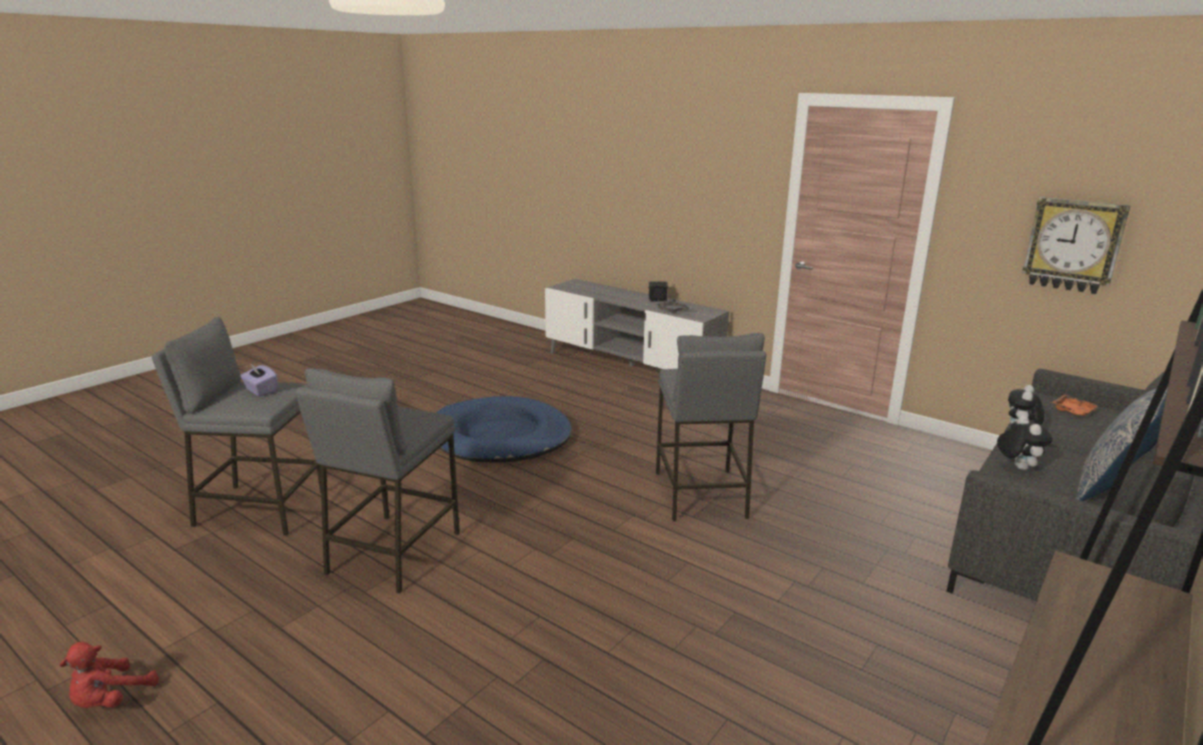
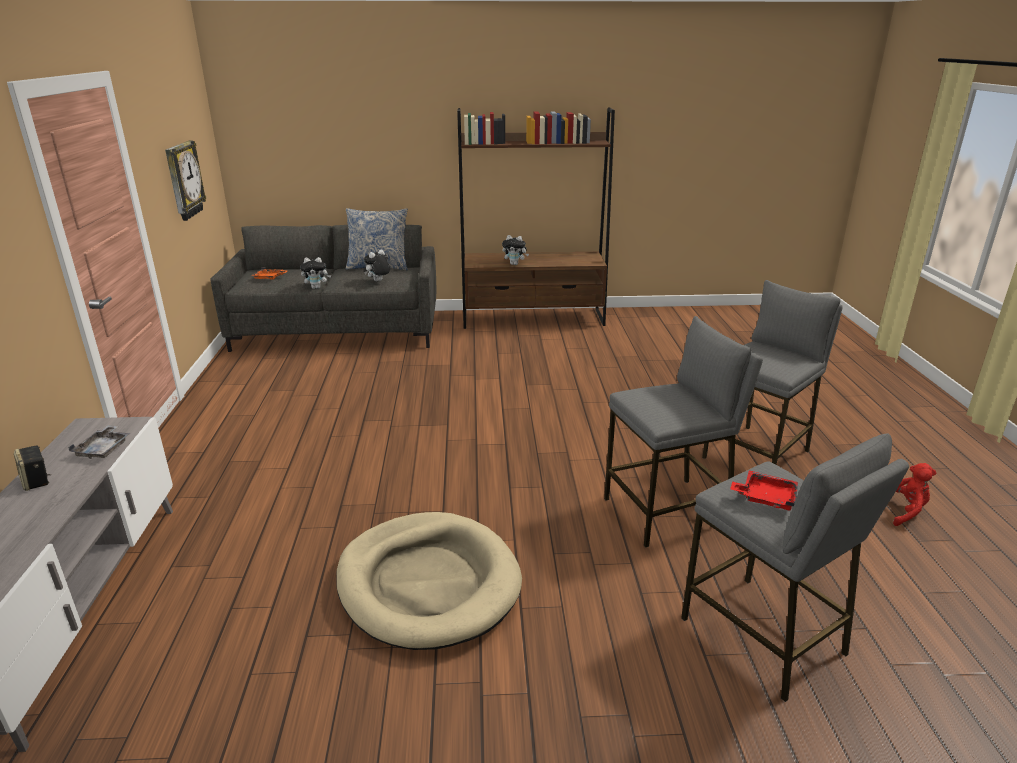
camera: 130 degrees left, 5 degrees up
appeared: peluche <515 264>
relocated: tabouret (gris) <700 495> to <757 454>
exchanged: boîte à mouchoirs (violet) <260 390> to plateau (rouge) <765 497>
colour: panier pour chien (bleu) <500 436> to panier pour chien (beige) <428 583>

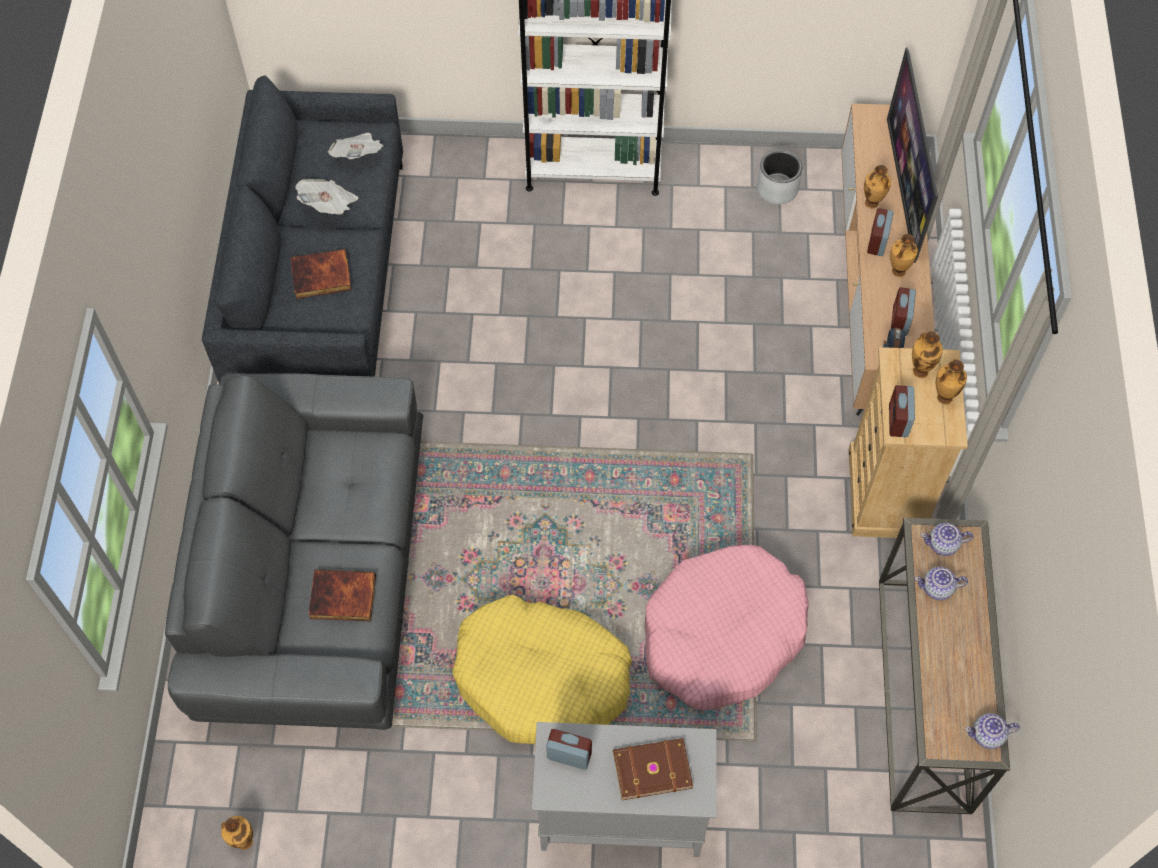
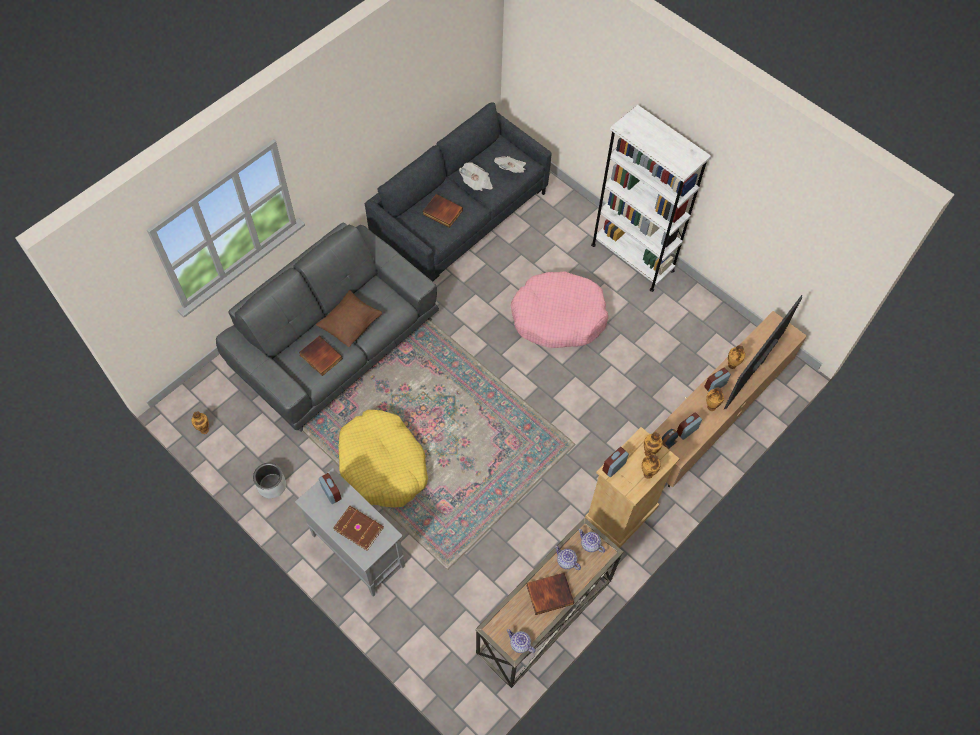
camera: 40 degrees right, 0 degrees up
appeared: coussin (marron) <351 325>; livre <549 593>
relocated: cache-pot (gris) <777 188> to <272 485>; panier pour chien (rose) <722 635> to <558 317>

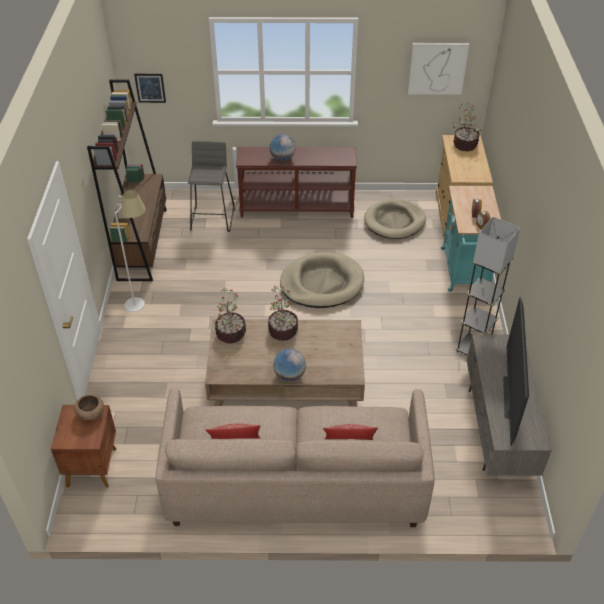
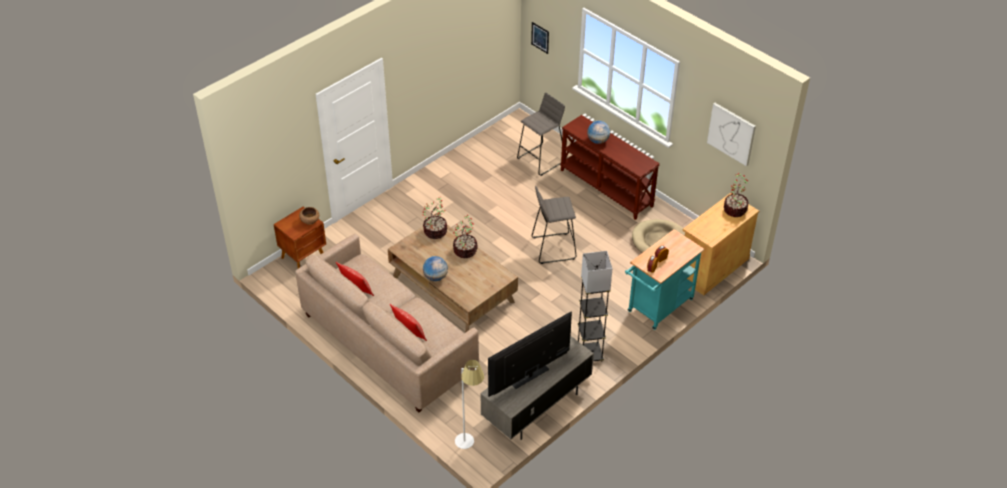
camera: 45 degrees right, 0 degrees up
missing: bibliothèque (marron) <143 243>
relocated: lampadaire (blanc) <143 304> to <470 446>
exchanged: panier pour chien (beige) <322 283> to tabouret (gris) <553 248>

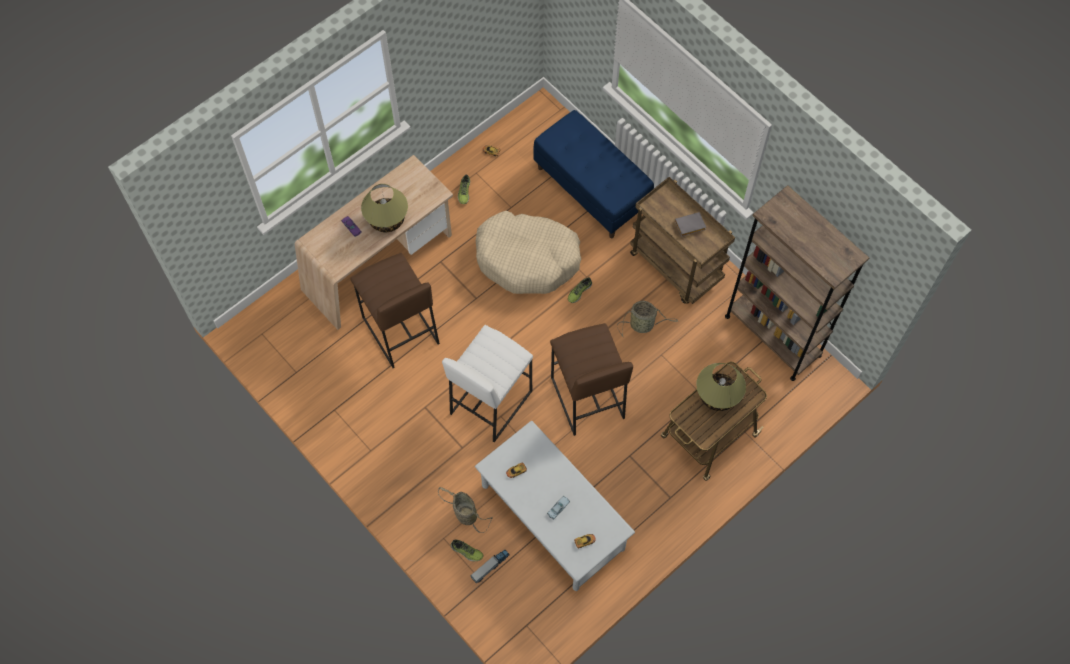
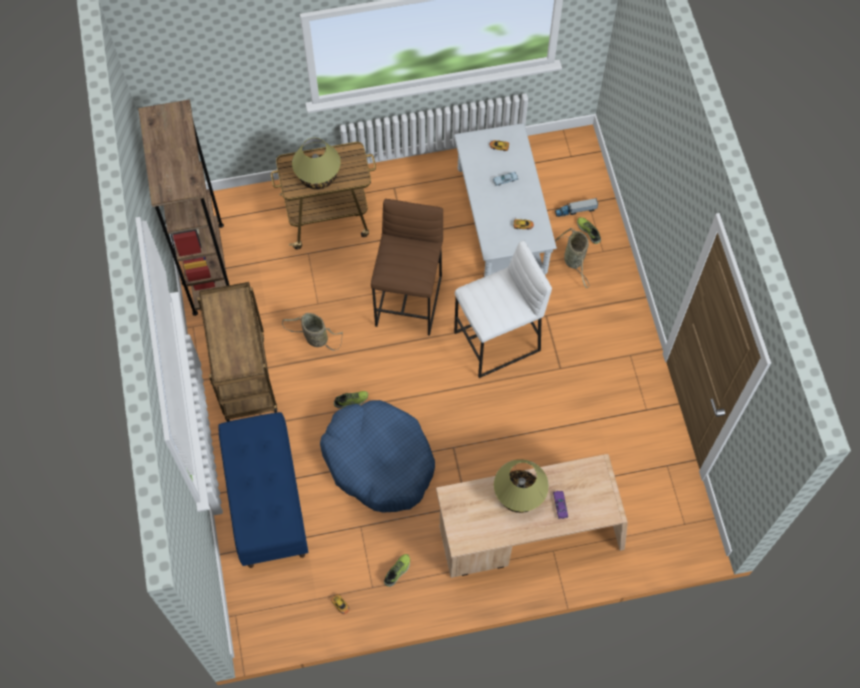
camera: 150 degrees left, 0 degrees up
missing: livre (gris) <689 226>; tabouret (marron) <399 330>
colour: panier pour chien (beige) <527 259> to panier pour chien (bleu) <379 461>

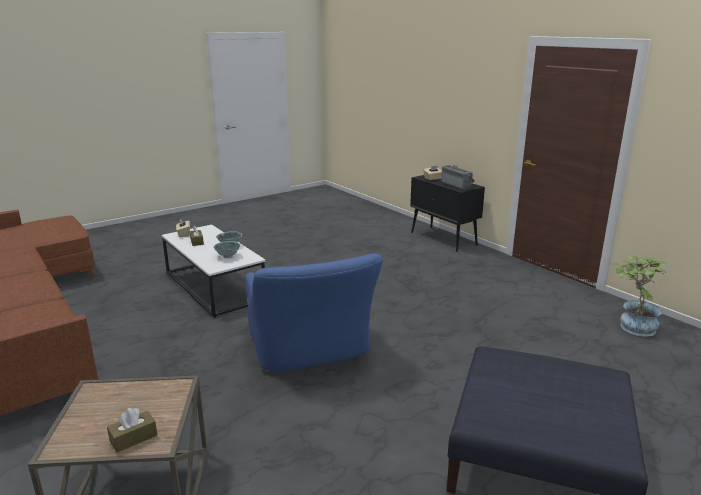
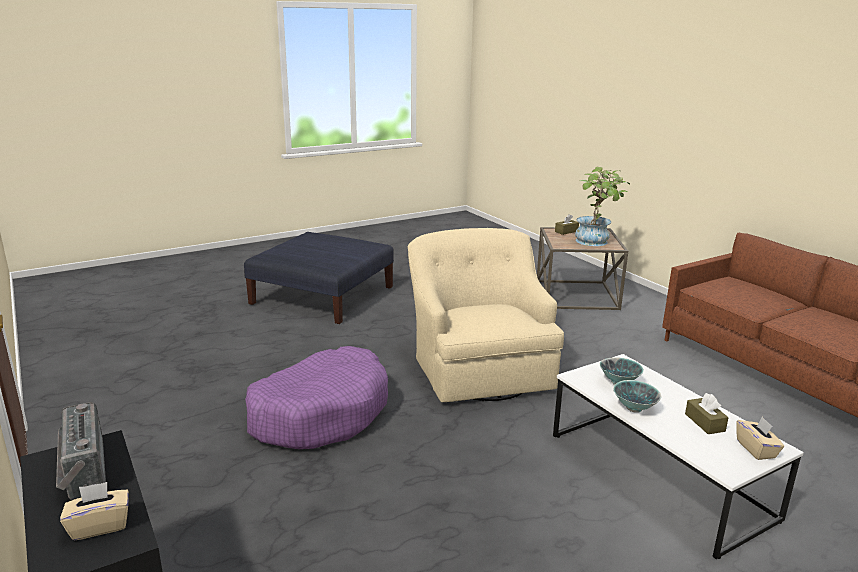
camera: 175 degrees left, 0 degrees up
appeared: panier pour chien (violet) <320 413>
relocated: plante en pot <632 326> to <596 242>
colour: fauteuil (bleu) <310 349> to fauteuil (beige) <480 368>

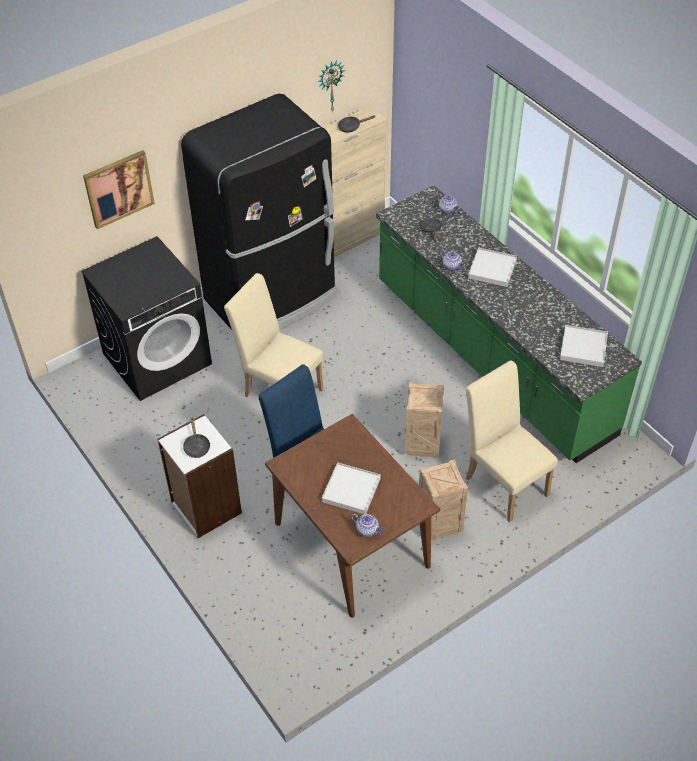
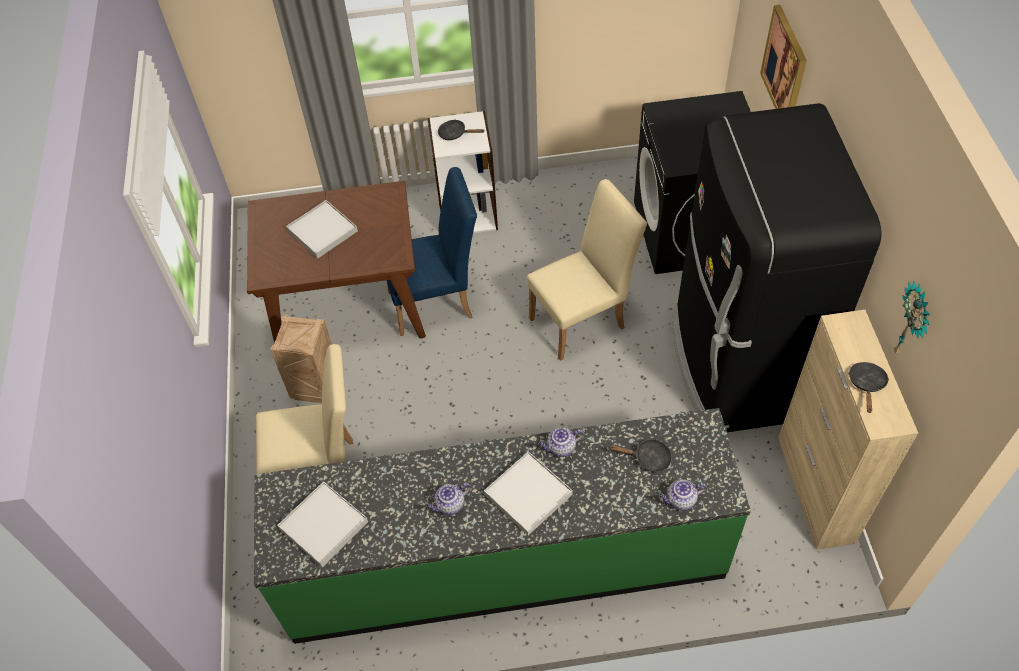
camera: 120 degrees right, 5 degrees up
missing: caisse <423 446>
relocated: théière <368 530> to <449 505>

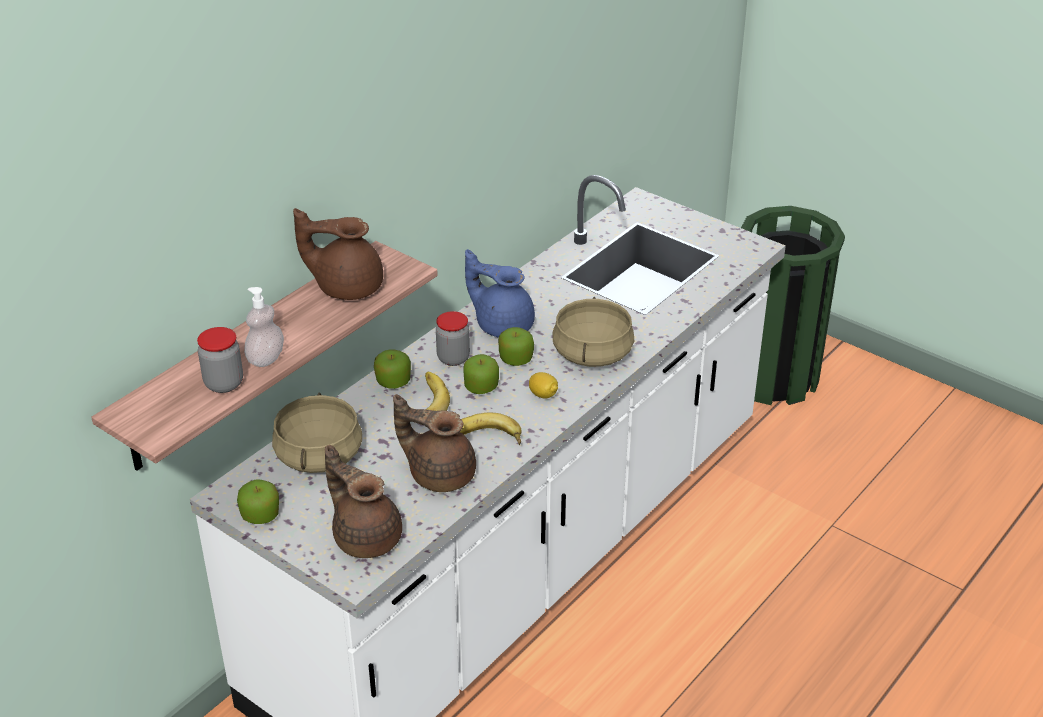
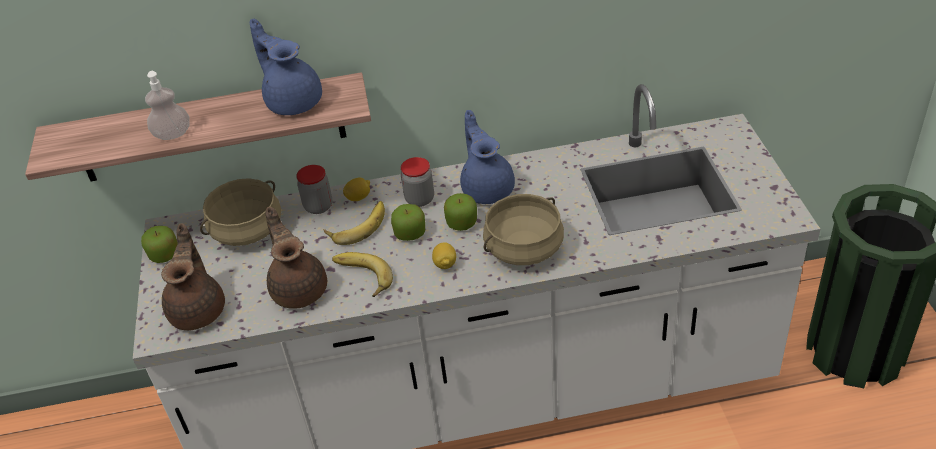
camera: 45 degrees right, 5 degrees up
relocated: bocal <224 383> to <318 206>
exchanged: pomme <393 381> to citron <358 197>
colour: théière (marron) <346 286> to théière (bleu) <293 101>

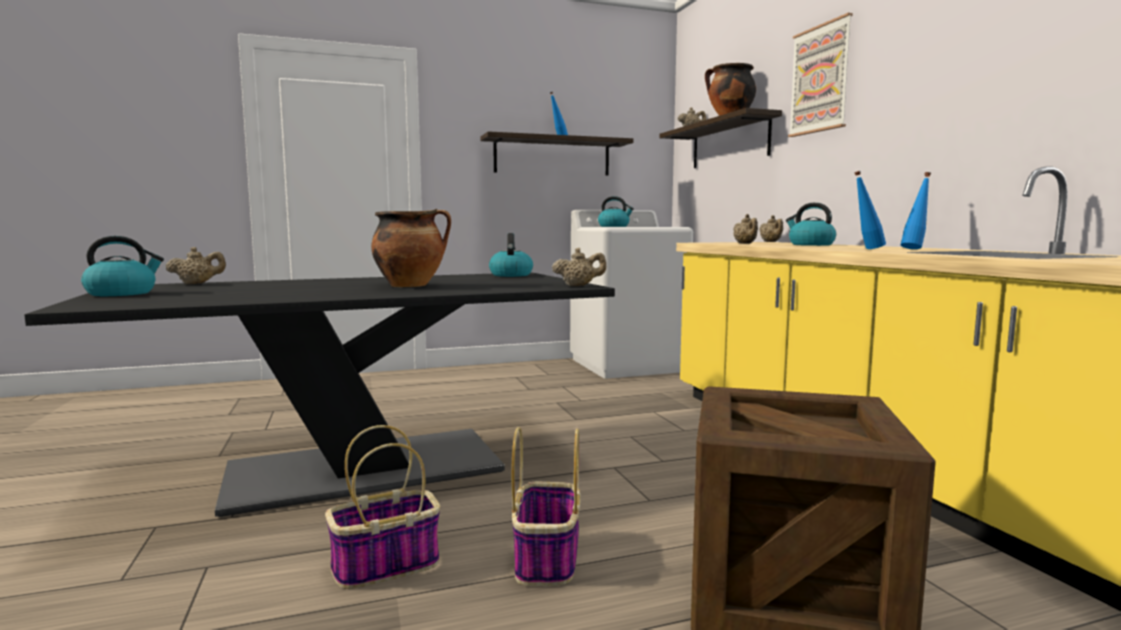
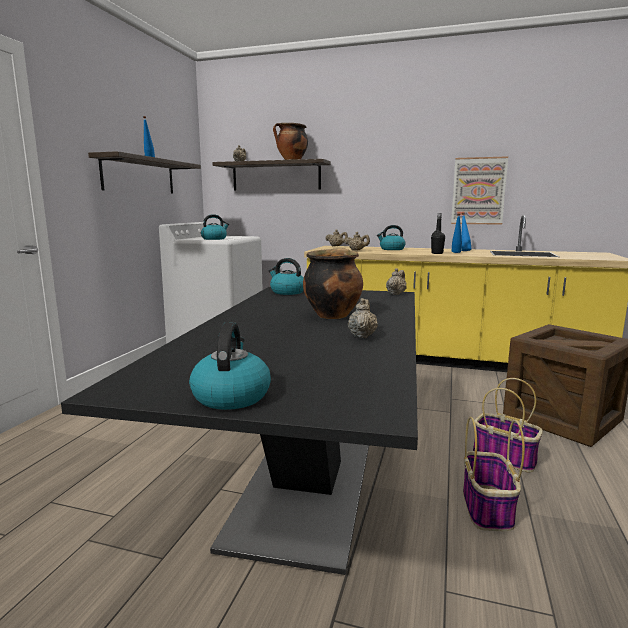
camera: 55 degrees left, 5 degrees up
appeared: bouteille (noir) <437 253>
relocated: tableau <820 79> to <478 191>; théière (beige) <197 284> to <362 336>

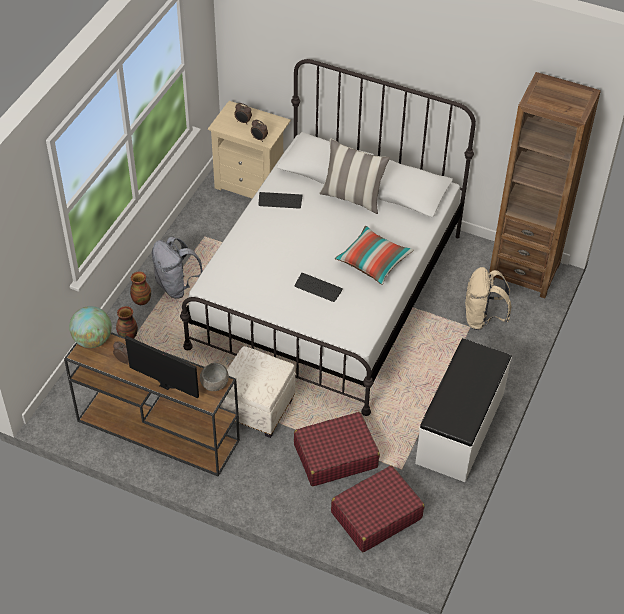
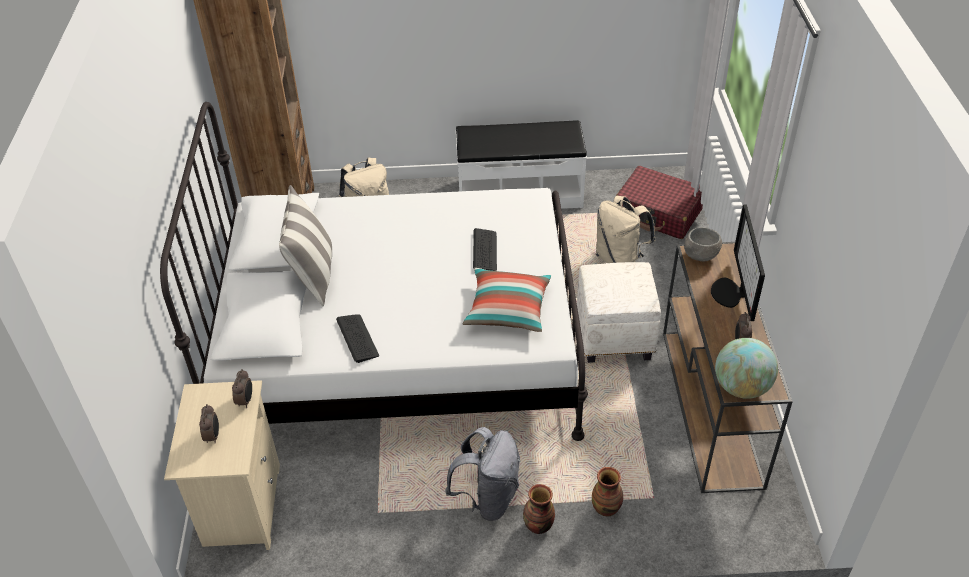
camera: 115 degrees left, 5 degrees down
relocated: coussin <373 262> to <507 309>
exchanged: valise (rouge) <335 456> to sac à dos (beige) <620 259>

